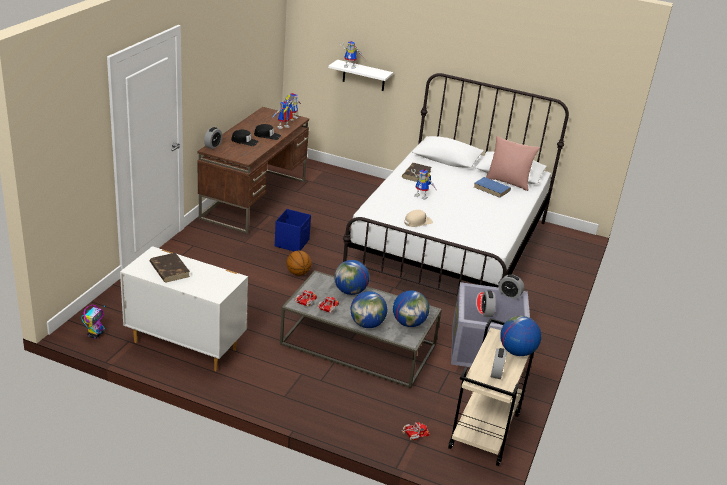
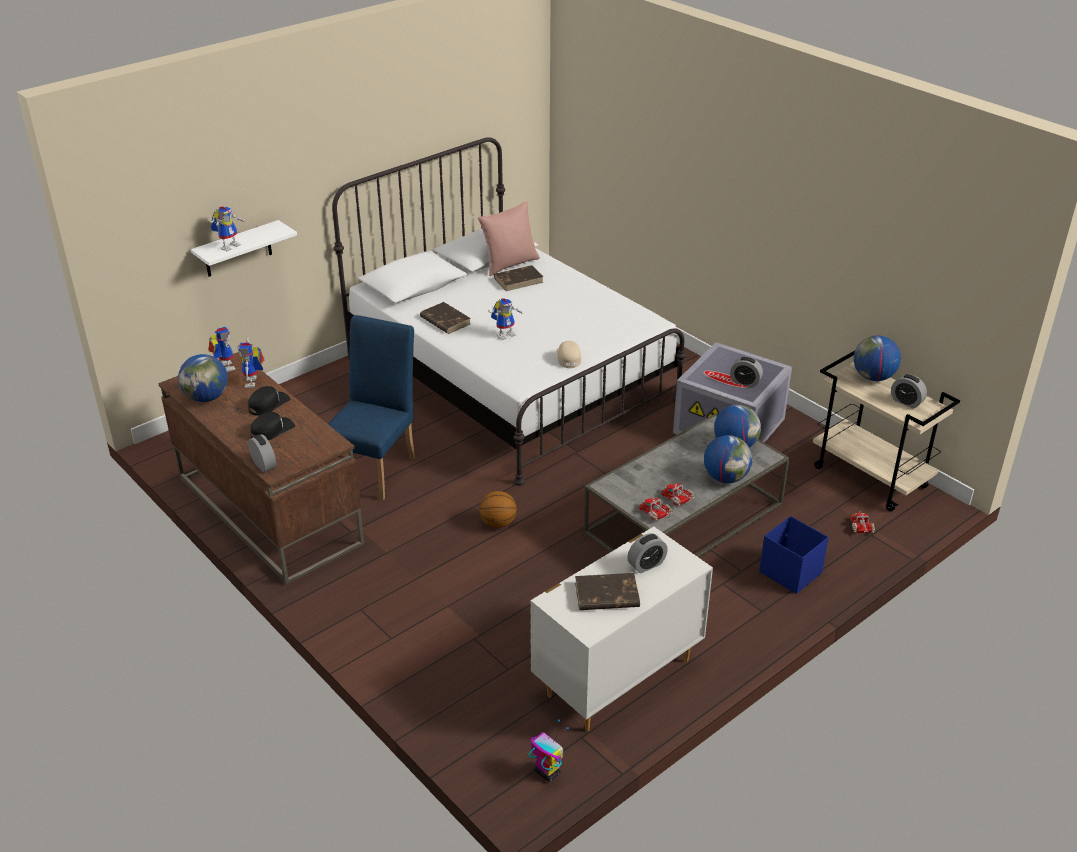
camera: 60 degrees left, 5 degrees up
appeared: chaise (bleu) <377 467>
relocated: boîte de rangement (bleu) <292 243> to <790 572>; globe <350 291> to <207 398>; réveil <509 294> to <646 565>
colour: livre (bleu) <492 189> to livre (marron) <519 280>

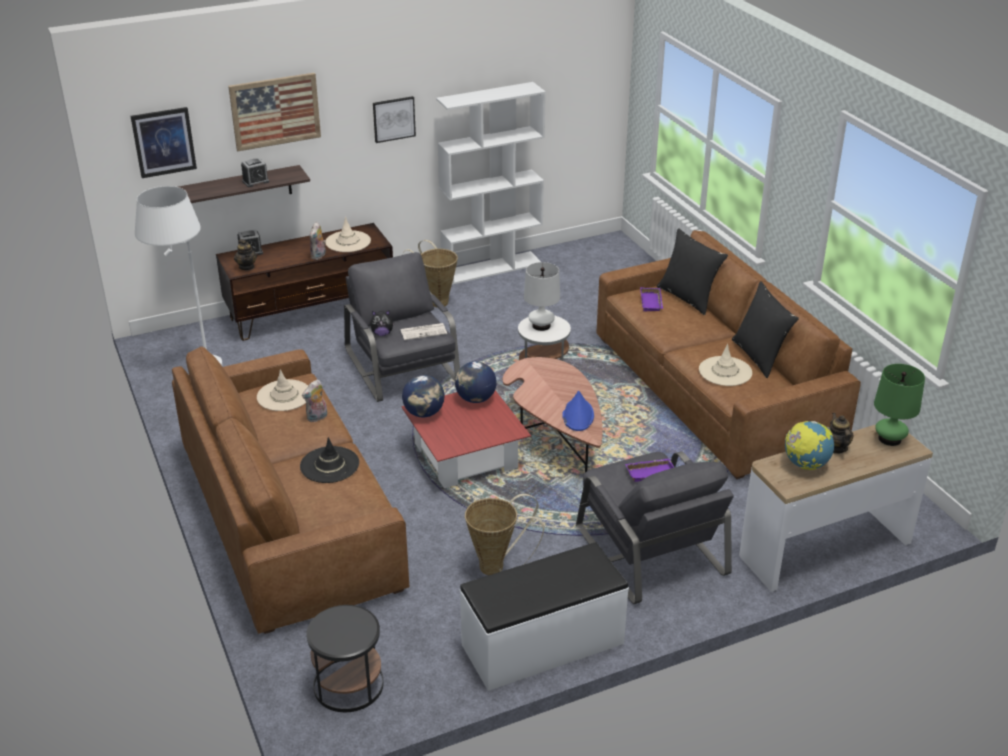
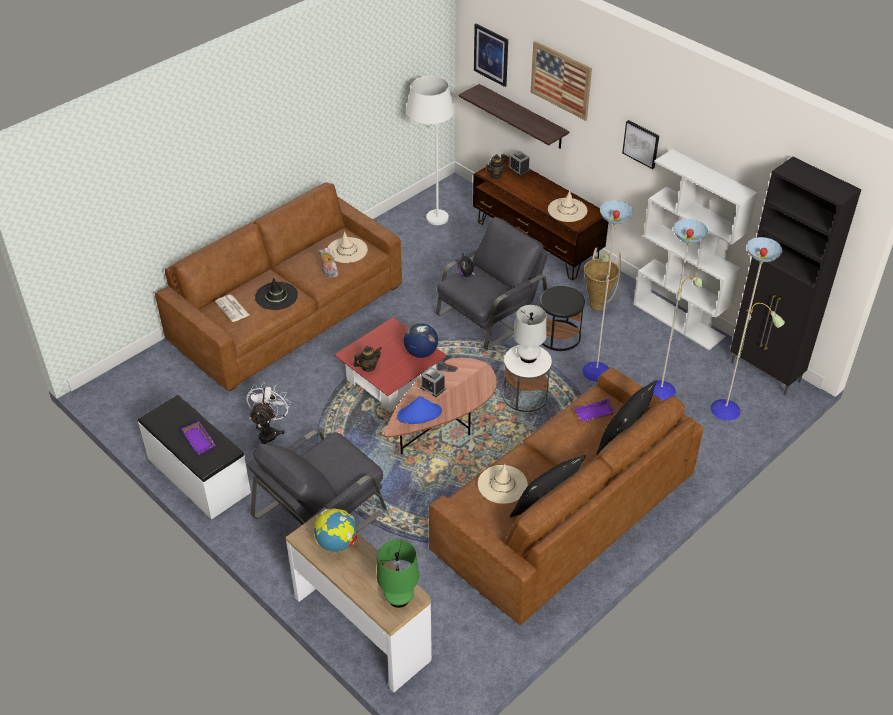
camera: 70 degrees right, 10 degrees up
missing: peluche <319 256>; globe <424 413>
appeared: meuble de rangement (noir) <765 372>; lampadaire <662 389>
relocated: réveil <255 181> to <432 388>; journal <424 332> to <232 309>; théière <836 448> to <368 367>; plateau (violet) <650 472> to <200 440>; table d'appoint (noir) <348 685> to <559 335>
exchanged: panier <497 568> to ventilateur (blanc) <269 432>

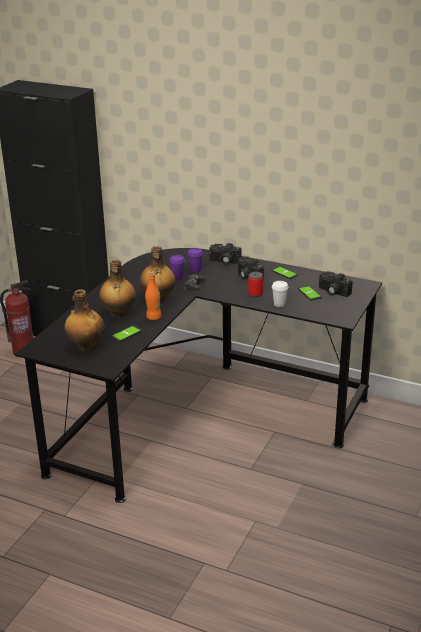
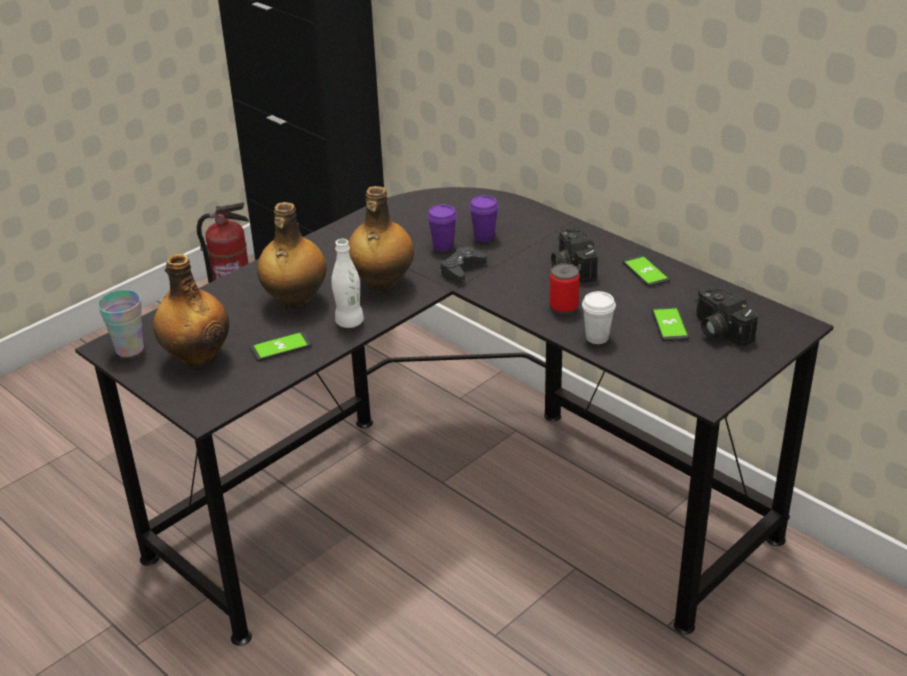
camera: 20 degrees right, 5 degrees up
missing: appareil photo <224 261>
appeared: tasse <129 349>
colour: bouteille (orange) <154 317> to bouteille (blanc) <349 322>

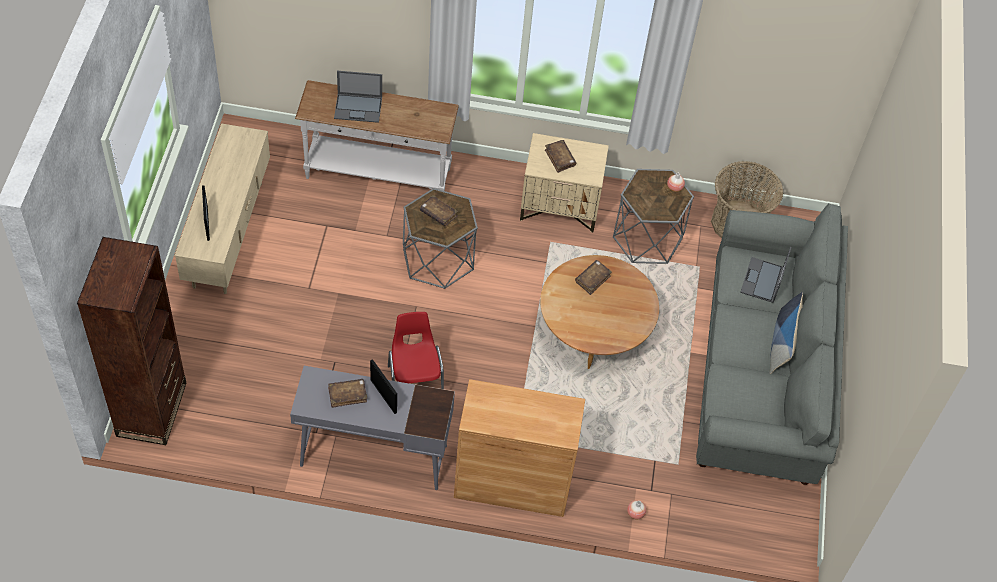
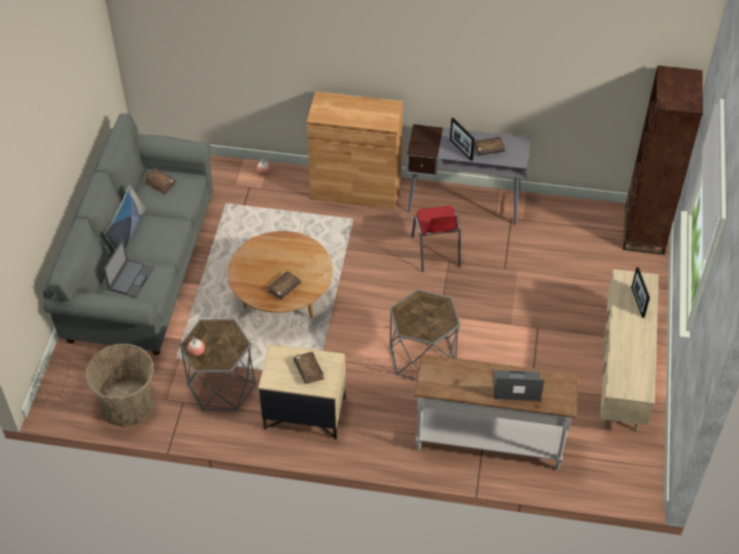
camera: 175 degrees left, 5 degrees down
relocated: livre (marron) <438 214> to <160 183>

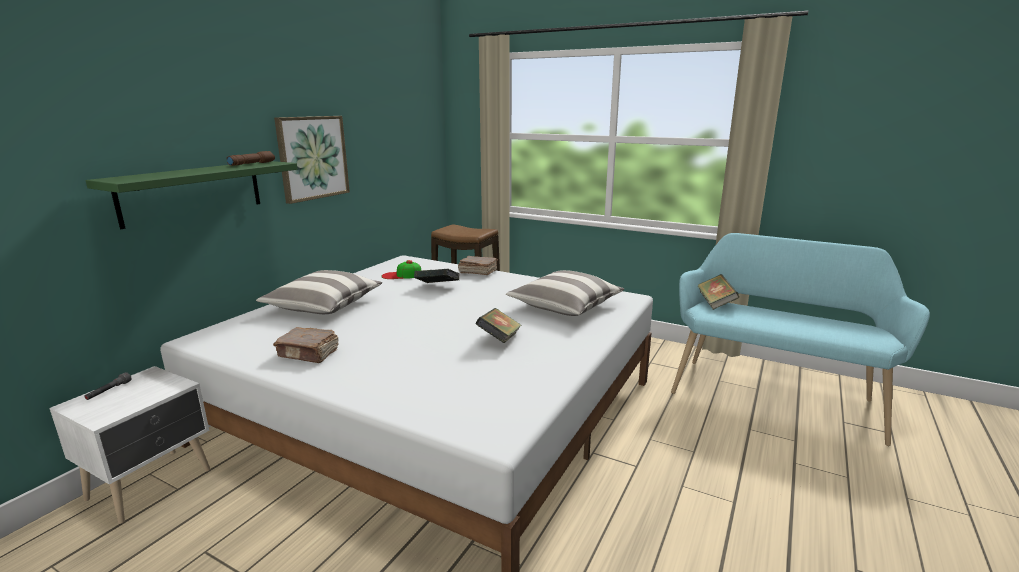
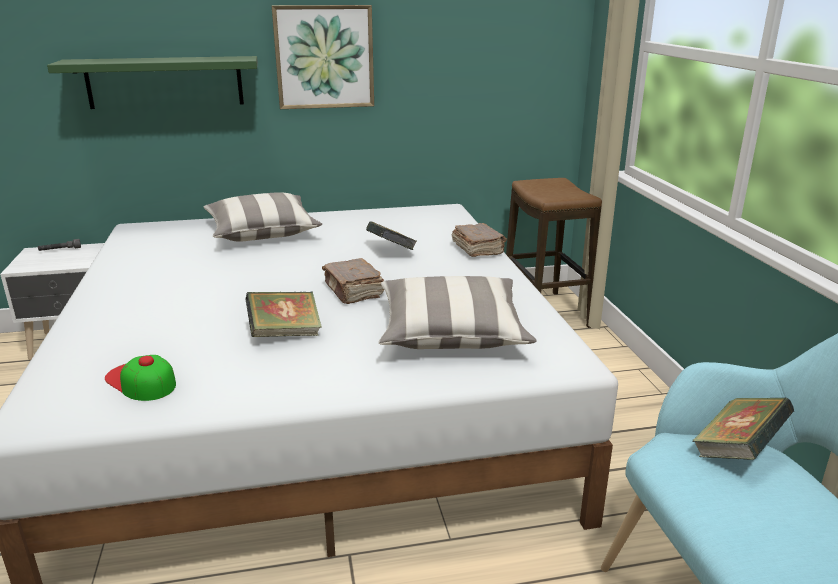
camera: 50 degrees right, 5 degrees up
missing: lampe de poche (marron) <252 164>
relocated: casquette <401 275> to <141 381>; livre (marron) <309 354> to <353 291>

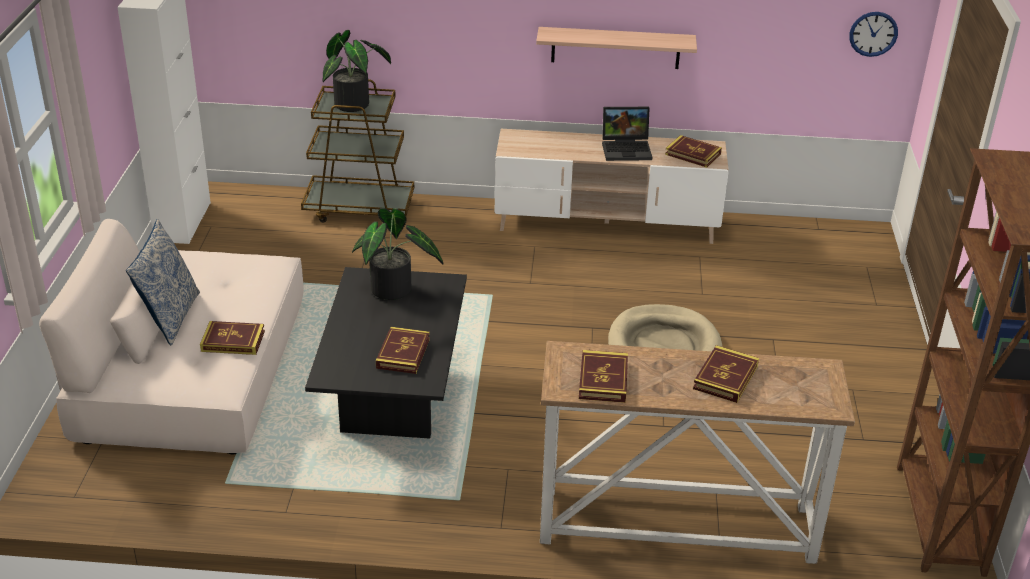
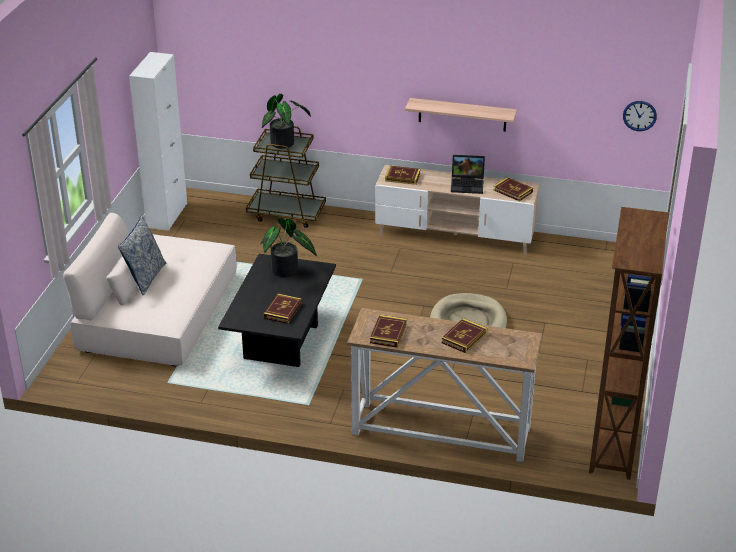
camera: 10 degrees right, 0 degrees up
relocated: livre <233 341> to <402 177>

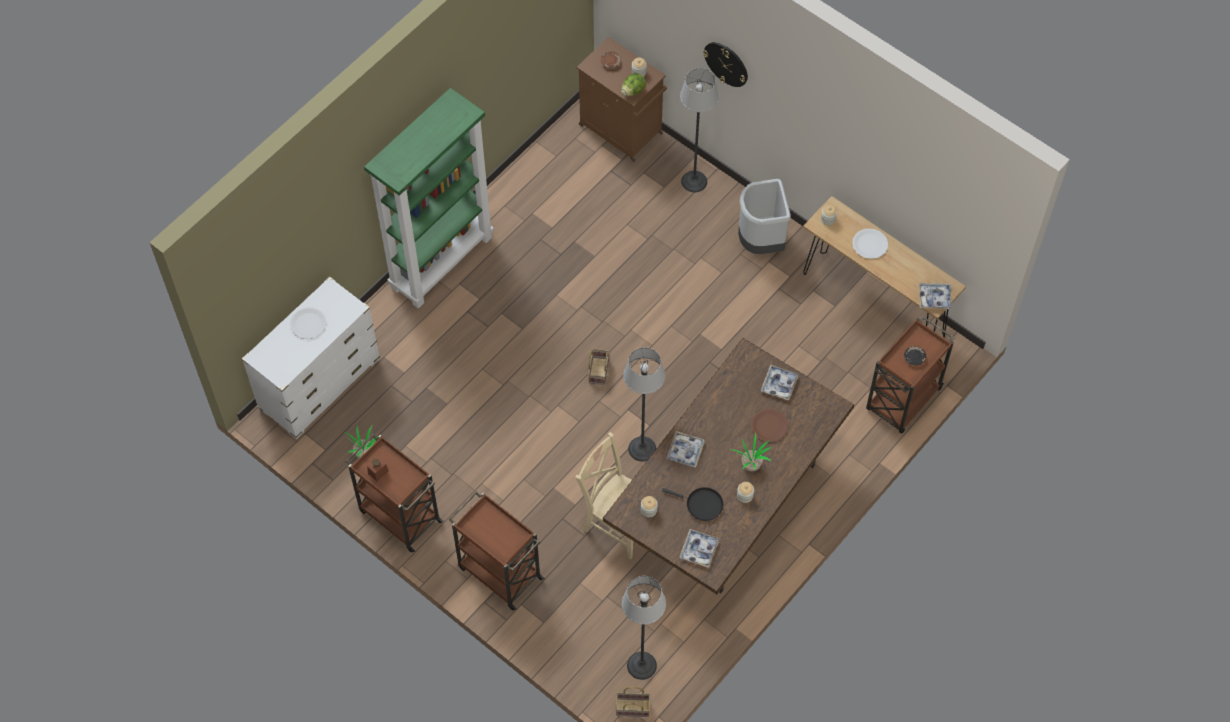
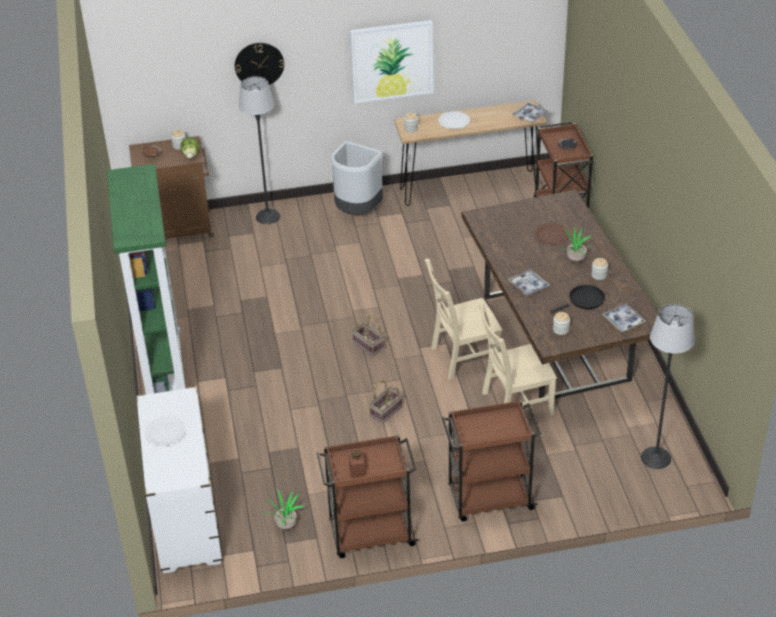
camera: 50 degrees left, 20 degrees down
missing: plateau <779 384>
appeared: tableau <392 61>
relocated: panier <632 708> to <386 412>
exchanged: lampadaire <642 448> to chaise (beige) <462 357>

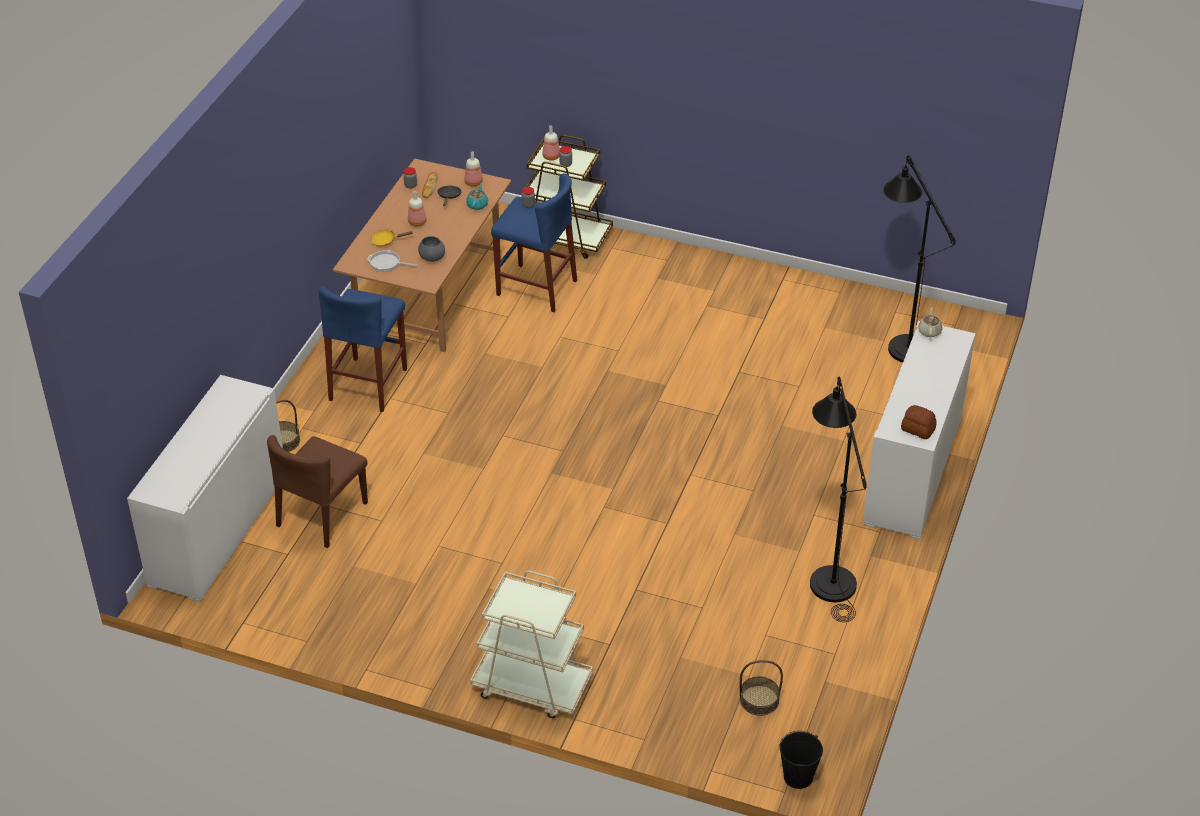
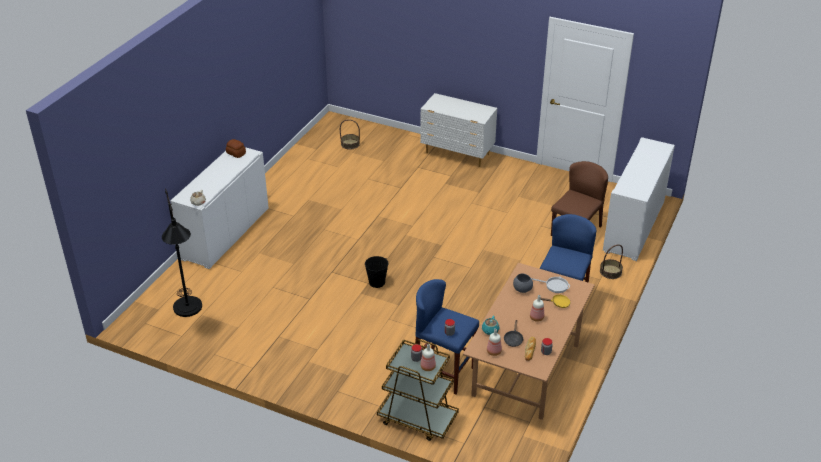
camera: 175 degrees left, 5 degrees down
missing: lampadaire (noir) <829 575>
relocated: seau (noir) <798 776> to <376 282>
exchanged: chariot (beige) <531 686> to commode (blanc) <457 154>

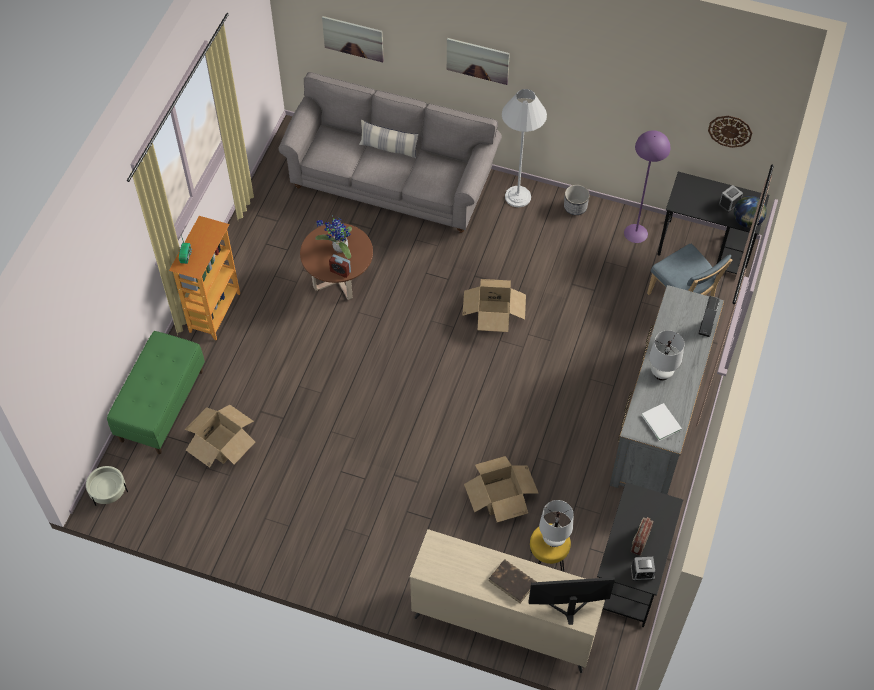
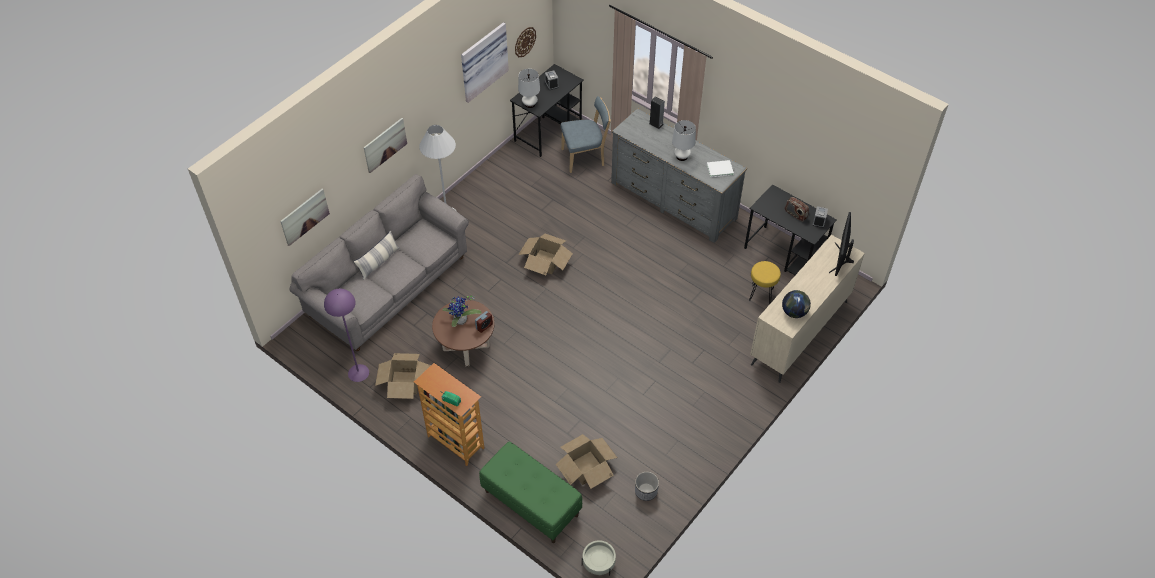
camera: 70 degrees left, 5 degrees down
missing: livre (marron) <512 582>
appeared: tableau <482 61>
relocated: lampadaire (violet) <636 233> to <358 372>; cache-pot <575 207> to <646 491>; globe <747 221> to <794 312>; carton <500 496> to <405 382>; lampe de table (blanc) <553 539> to <529 104>

